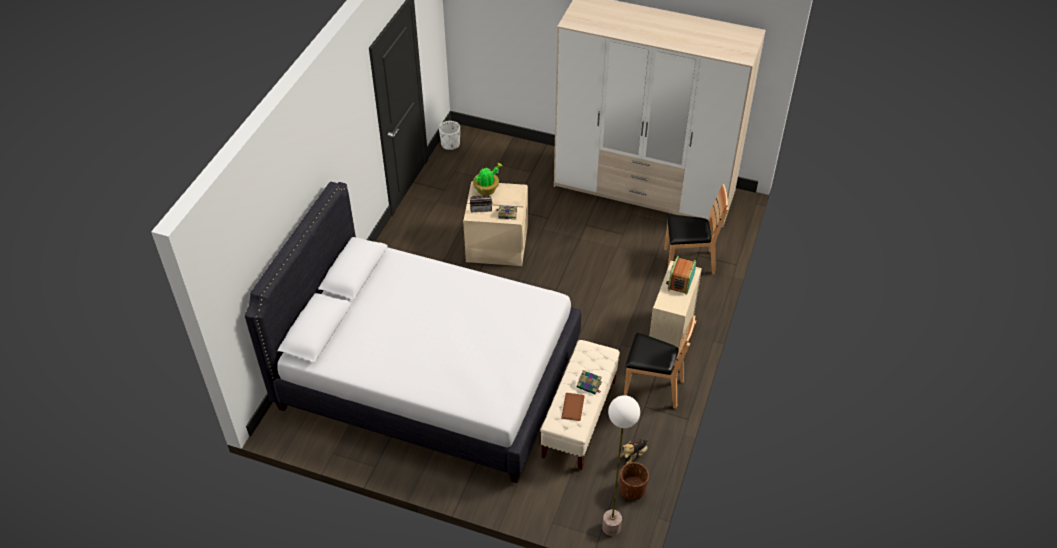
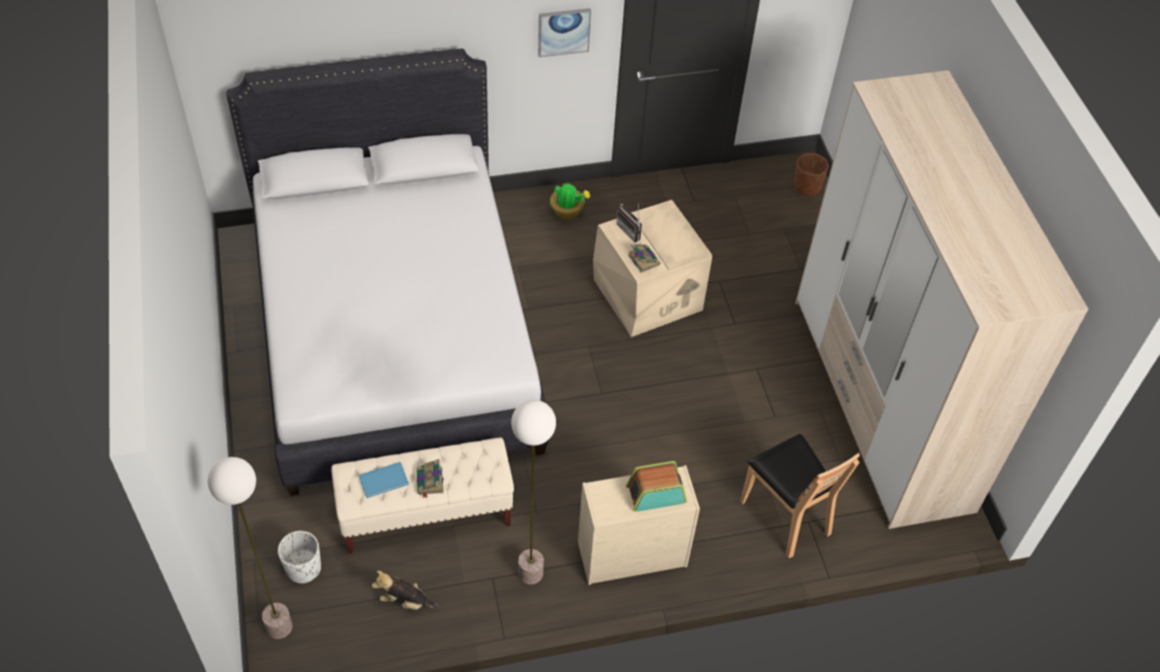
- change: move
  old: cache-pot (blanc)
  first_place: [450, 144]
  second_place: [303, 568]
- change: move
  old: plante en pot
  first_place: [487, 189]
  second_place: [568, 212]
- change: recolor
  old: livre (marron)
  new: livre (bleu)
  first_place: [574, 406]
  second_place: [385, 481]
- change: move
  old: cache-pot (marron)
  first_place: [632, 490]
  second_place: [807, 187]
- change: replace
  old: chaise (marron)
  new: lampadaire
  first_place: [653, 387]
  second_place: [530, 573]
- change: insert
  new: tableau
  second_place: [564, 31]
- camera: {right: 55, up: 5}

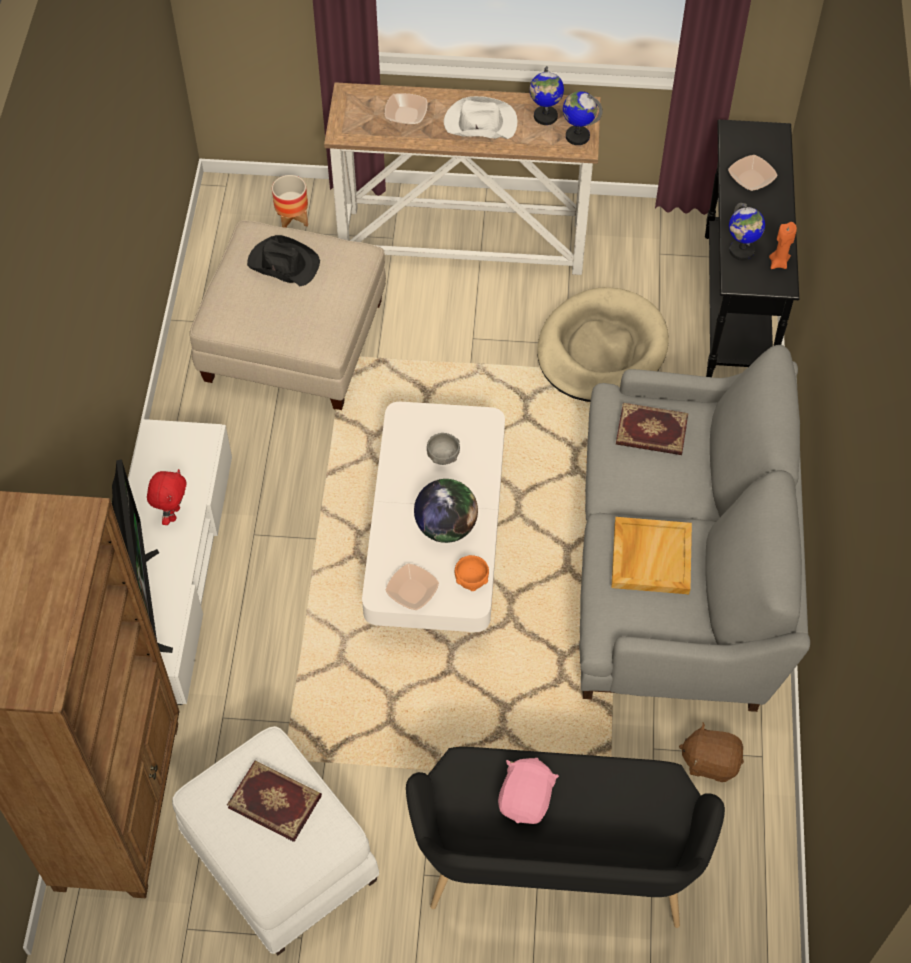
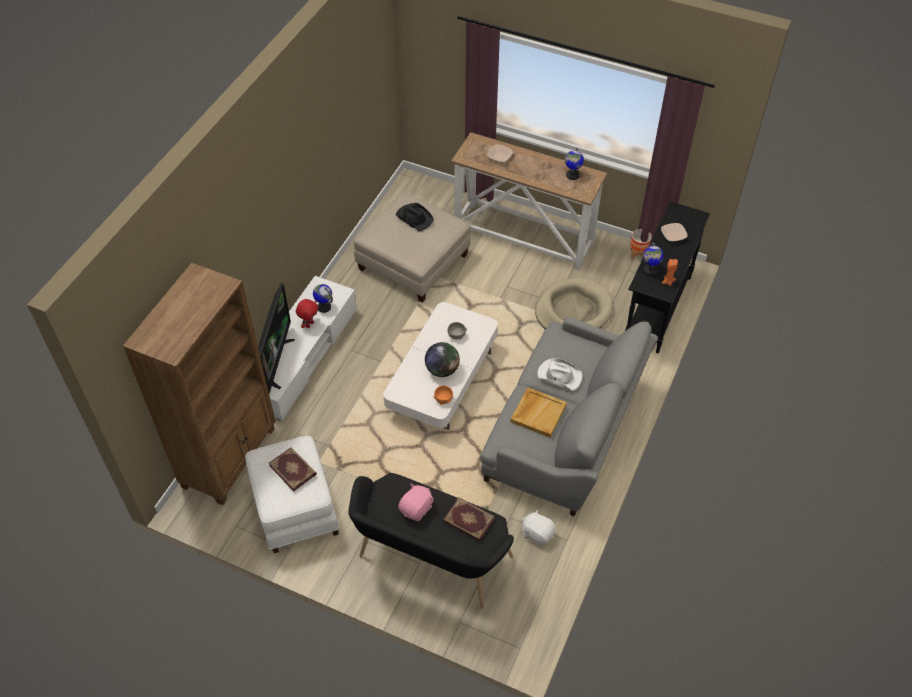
- change: move
  old: cache-pot
  first_place: [293, 219]
  second_place: [638, 254]
- change: delete
  old: bol
  first_place: [412, 591]
- change: move
  old: chapeau (blanc)
  first_place: [479, 123]
  second_place: [559, 375]
- change: move
  old: globe
  first_place: [577, 136]
  second_place: [324, 307]
- change: move
  old: livre
  first_place: [651, 432]
  second_place: [468, 521]
- change: recolor
  old: peluche (marron)
  new: peluche (blanc)
  first_place: [710, 761]
  second_place: [537, 533]
- camera: {right: 20, up: -5}

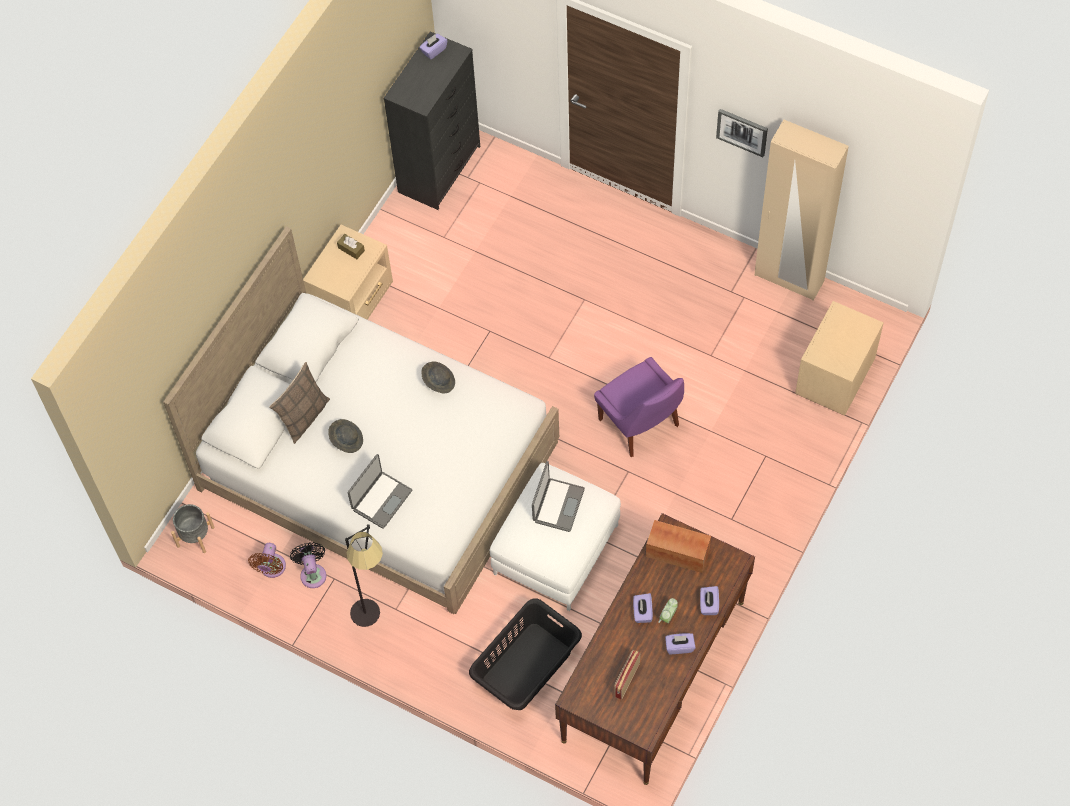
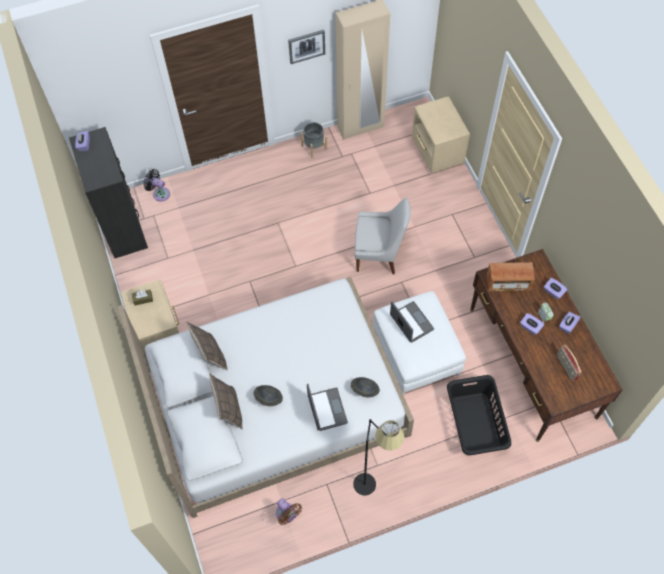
- change: move
  old: cache-pot (gris)
  first_place: [195, 537]
  second_place: [314, 147]
- change: move
  old: ventilateur (noir)
  first_place: [313, 573]
  second_place: [159, 193]
- change: move
  old: chapeau (gris)
  first_place: [438, 381]
  second_place: [364, 389]
- change: recolor
  old: chaise (violet)
  new: chaise (blanc)
  first_place: [640, 425]
  second_place: [379, 255]
- change: rotate
  old: radio
  first_place: [677, 553]
  second_place: [508, 282]
  degrees: -150
- change: insert
  new: coussin
  second_place: [210, 355]
- camera: {right: -50, up: 0}

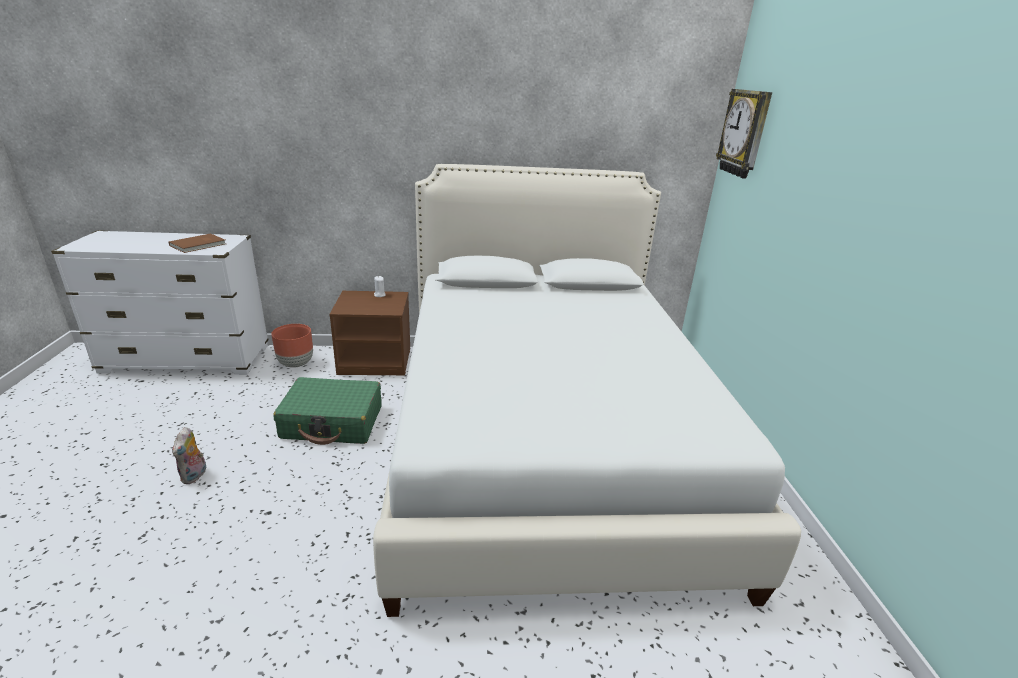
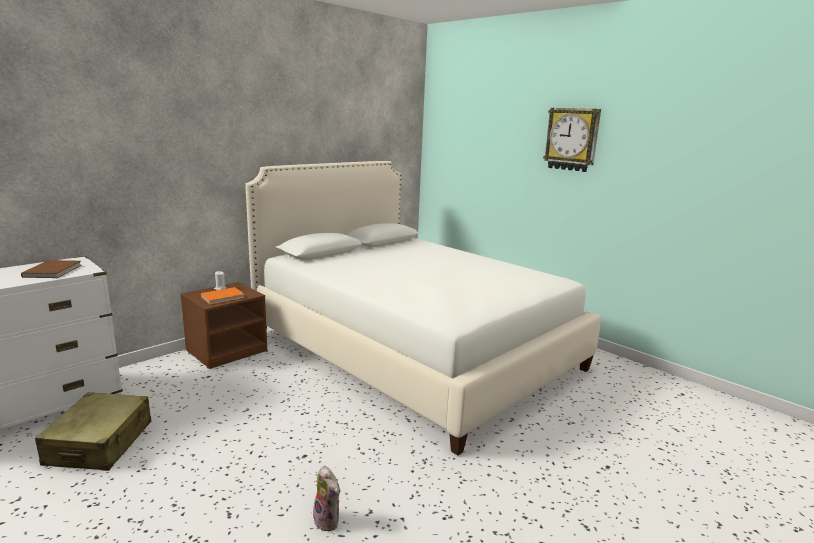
- change: move
  old: peluche
  first_place: [195, 476]
  second_place: [328, 520]
- change: delete
  old: cache-pot (marron)
  first_place: [296, 364]
- change: delete
  old: valise (vert)
  first_place: [333, 422]
- change: move
  old: horloge murale
  first_place: [744, 133]
  second_place: [572, 139]
- change: insert
  new: valise (beige)
  second_place: [100, 443]
- change: insert
  new: livre (orange)
  second_place: [223, 297]
- camera: {right: -40, up: -10}

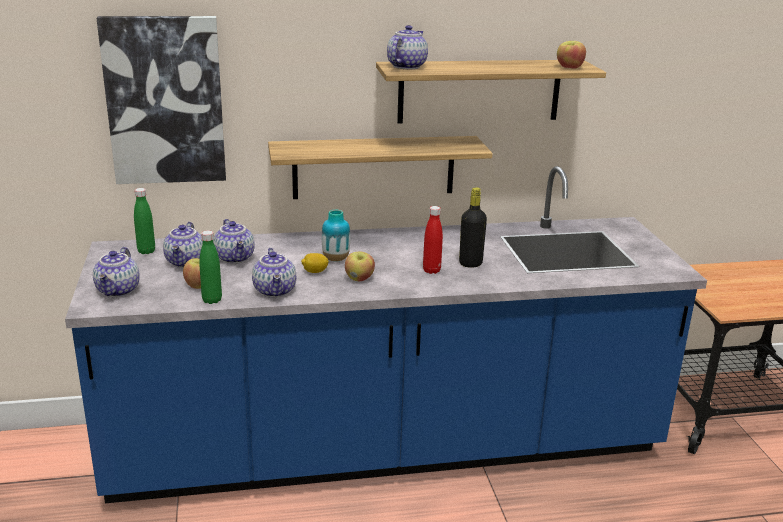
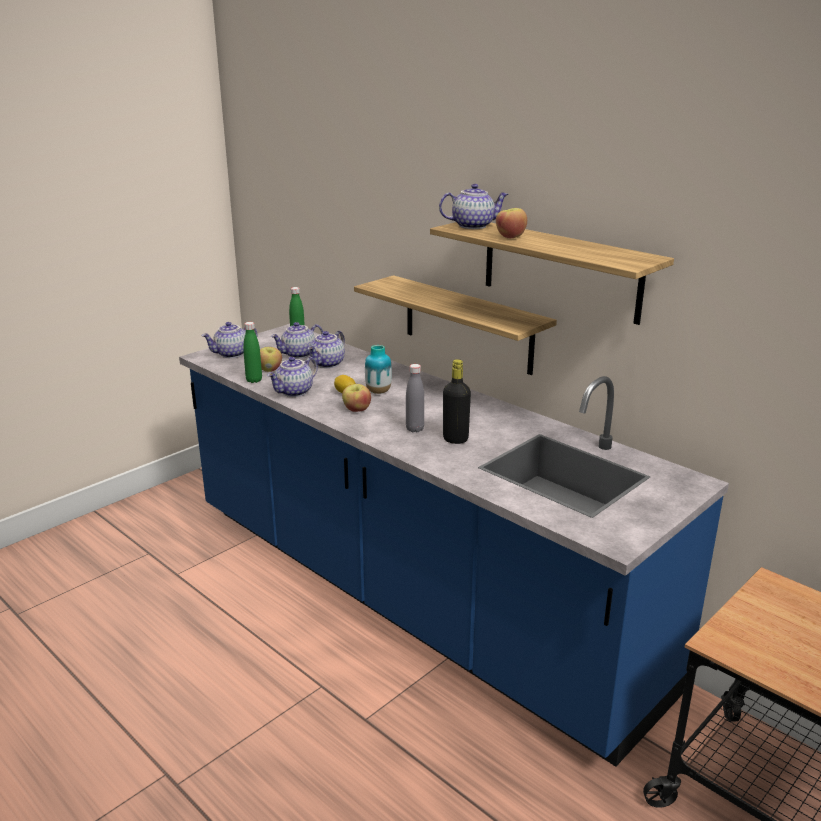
- change: delete
  old: tableau
  first_place: [165, 100]
- change: recolor
  old: bouteille (rouge)
  new: bouteille (gris)
  first_place: [431, 270]
  second_place: [415, 429]
- change: move
  old: pomme
  first_place: [569, 67]
  second_place: [510, 237]
- camera: {right: 55, up: 0}

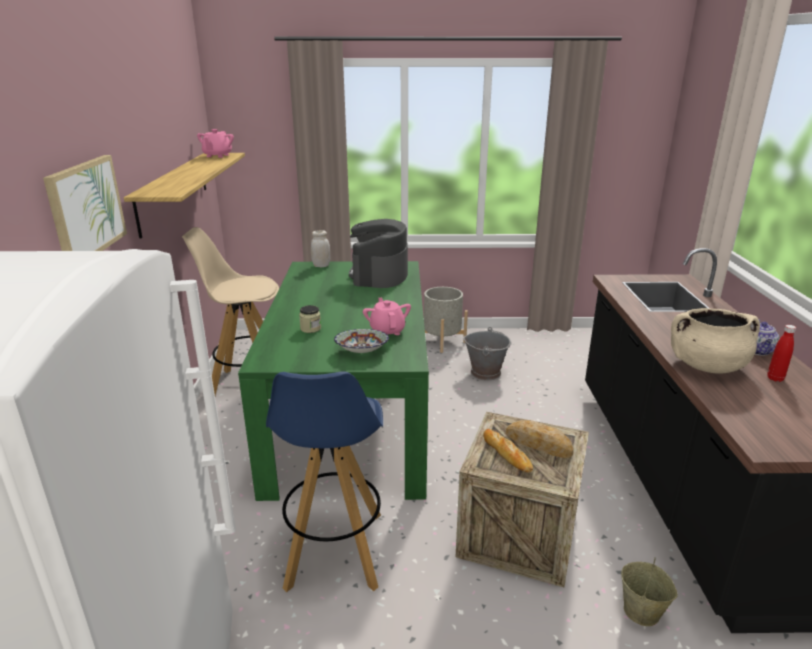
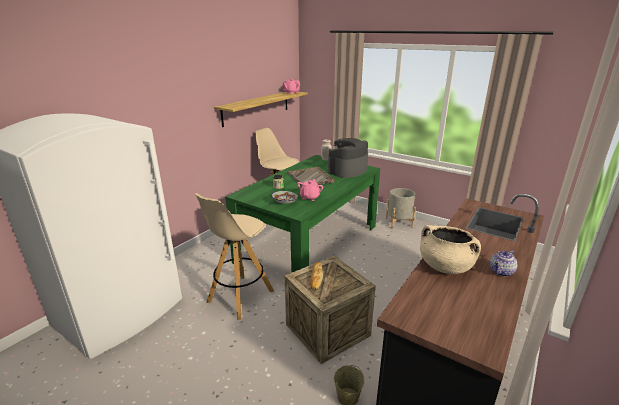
- change: delete
  old: tableau
  first_place: [86, 209]
- change: recolor
  old: tabouret (bleu)
  new: tabouret (beige)
  first_place: [334, 551]
  second_place: [240, 296]
- change: delete
  old: seau (gris)
  first_place: [486, 372]
- change: delete
  old: pain
  first_place: [538, 443]
- change: delete
  old: bouteille (rouge)
  first_place: [775, 378]
- change: insert
  new: plateau (gris)
  second_place: [310, 178]
- camera: {right: 35, up: 0}

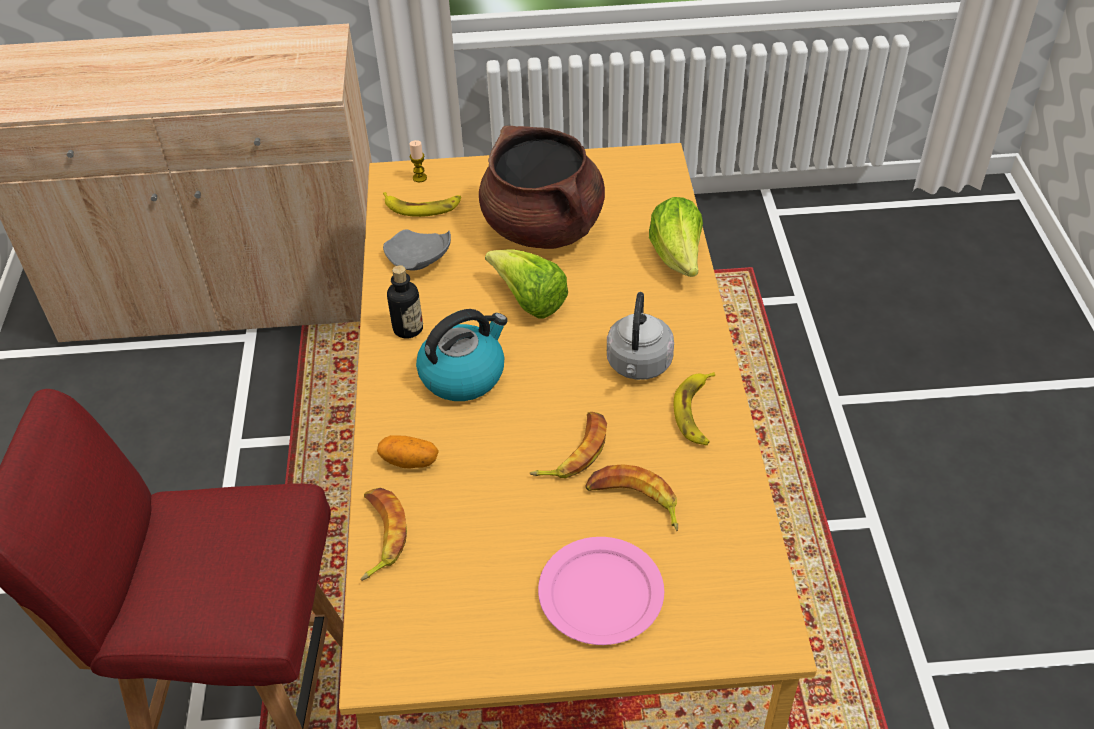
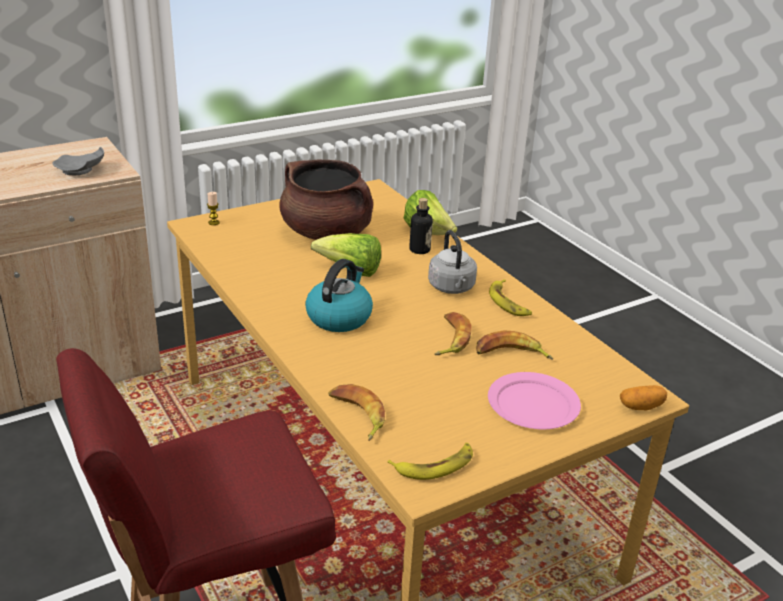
- change: move
  old: pomme de terre
  first_place: [409, 461]
  second_place: [641, 407]
- change: move
  old: banane
  first_place: [422, 207]
  second_place: [435, 465]
- change: move
  old: assiette (gris)
  first_place: [418, 260]
  second_place: [81, 171]
- change: move
  old: bouteille
  first_place: [408, 329]
  second_place: [419, 250]
- camera: {right: -30, up: -15}

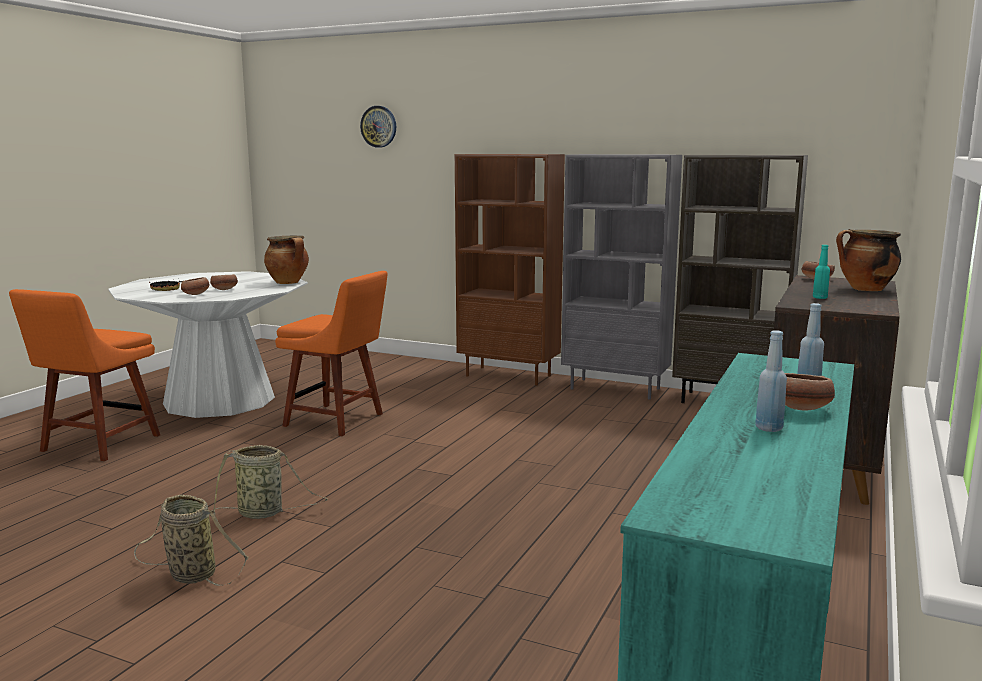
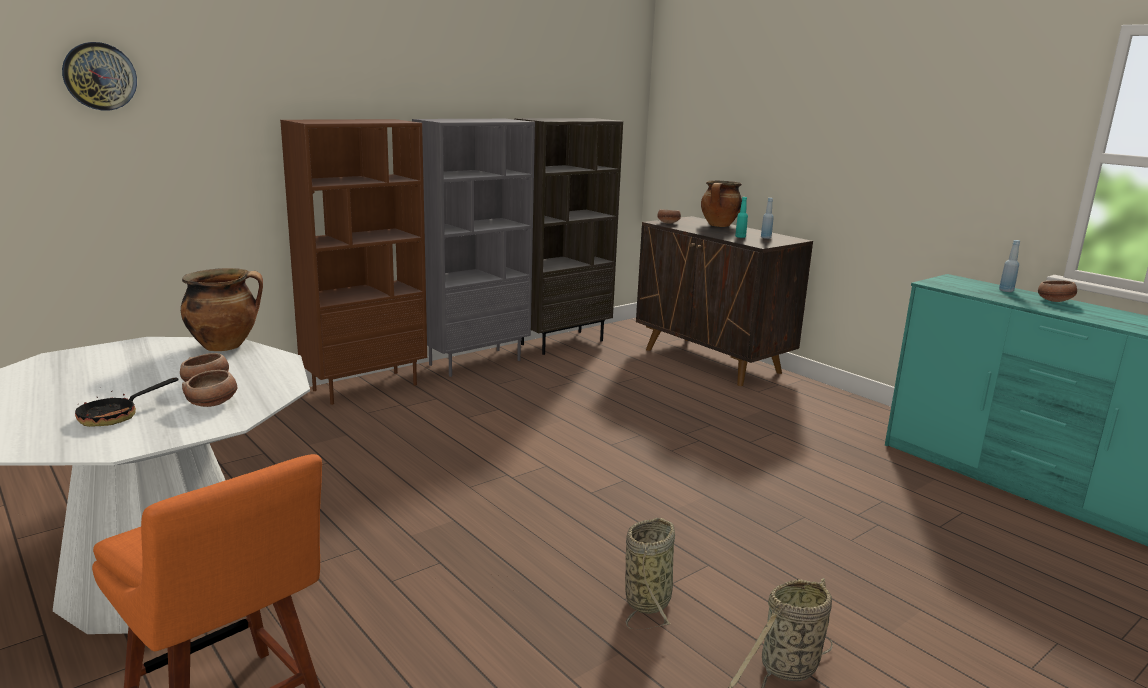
- change: delete
  old: chaise (orange)
  first_place: [338, 420]
- change: move
  old: bouteille (bleu)
  first_place: [768, 428]
  second_place: [765, 237]
- camera: {right: -65, up: 5}

